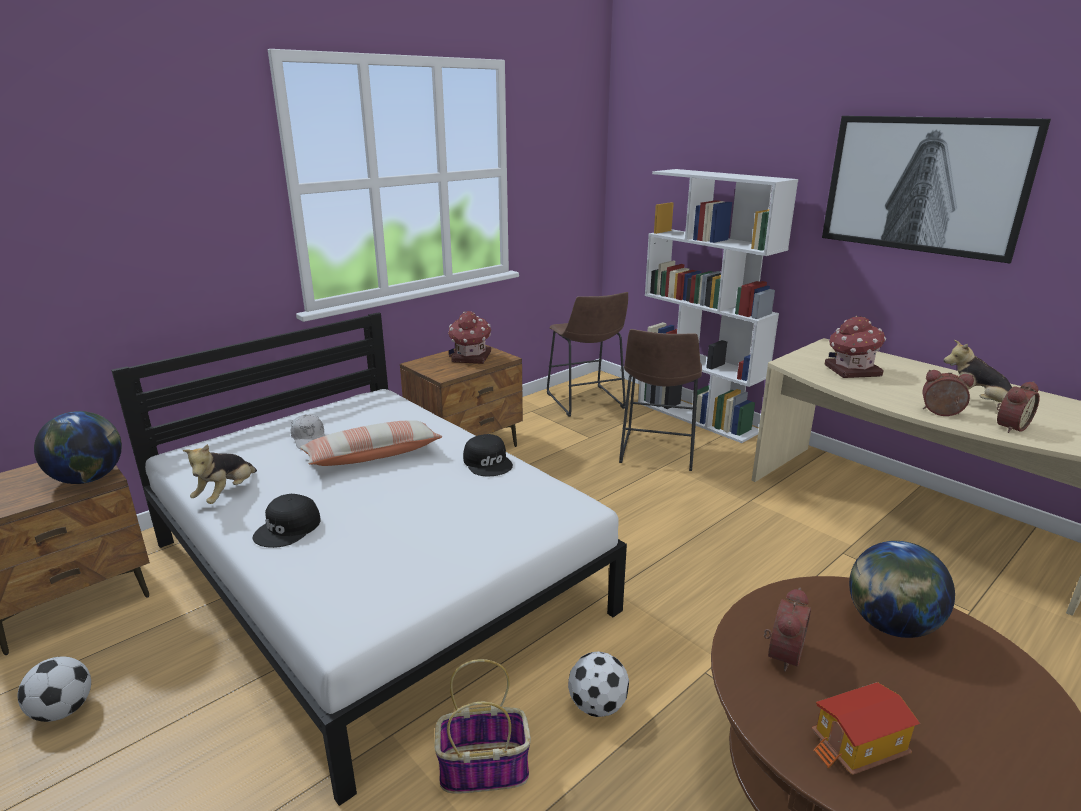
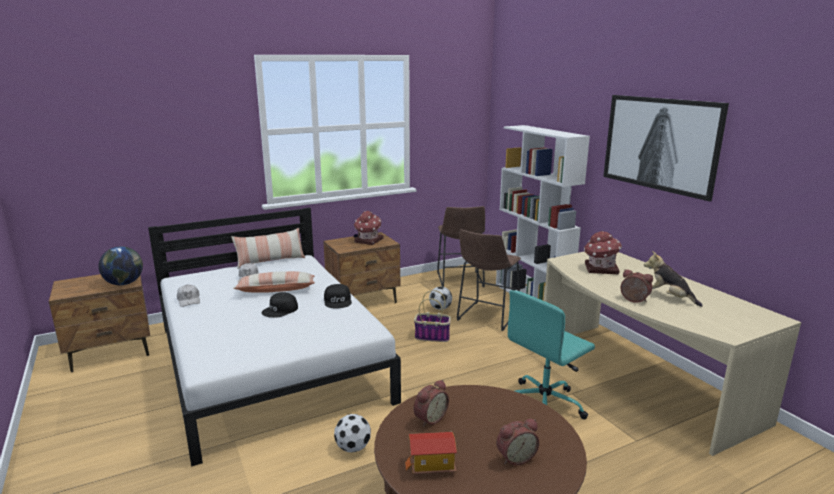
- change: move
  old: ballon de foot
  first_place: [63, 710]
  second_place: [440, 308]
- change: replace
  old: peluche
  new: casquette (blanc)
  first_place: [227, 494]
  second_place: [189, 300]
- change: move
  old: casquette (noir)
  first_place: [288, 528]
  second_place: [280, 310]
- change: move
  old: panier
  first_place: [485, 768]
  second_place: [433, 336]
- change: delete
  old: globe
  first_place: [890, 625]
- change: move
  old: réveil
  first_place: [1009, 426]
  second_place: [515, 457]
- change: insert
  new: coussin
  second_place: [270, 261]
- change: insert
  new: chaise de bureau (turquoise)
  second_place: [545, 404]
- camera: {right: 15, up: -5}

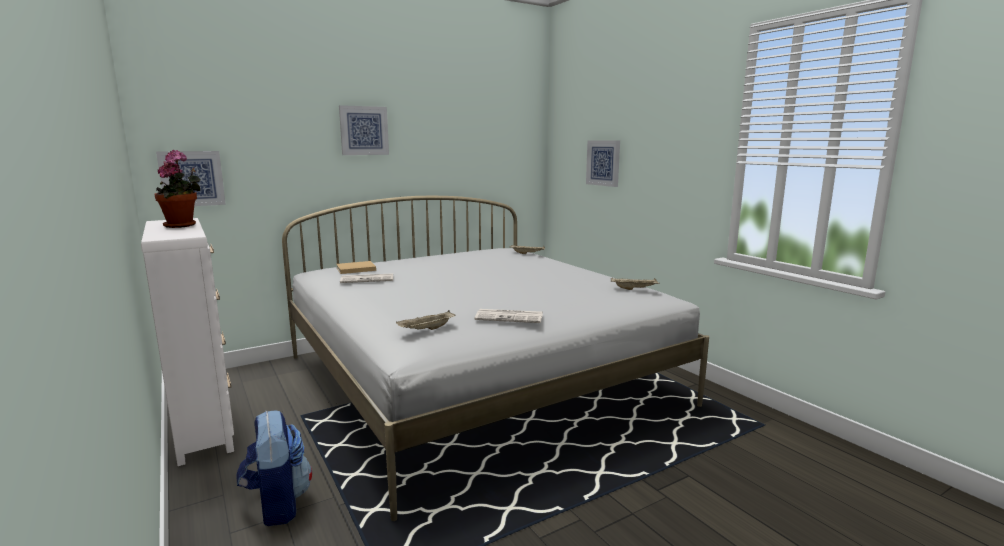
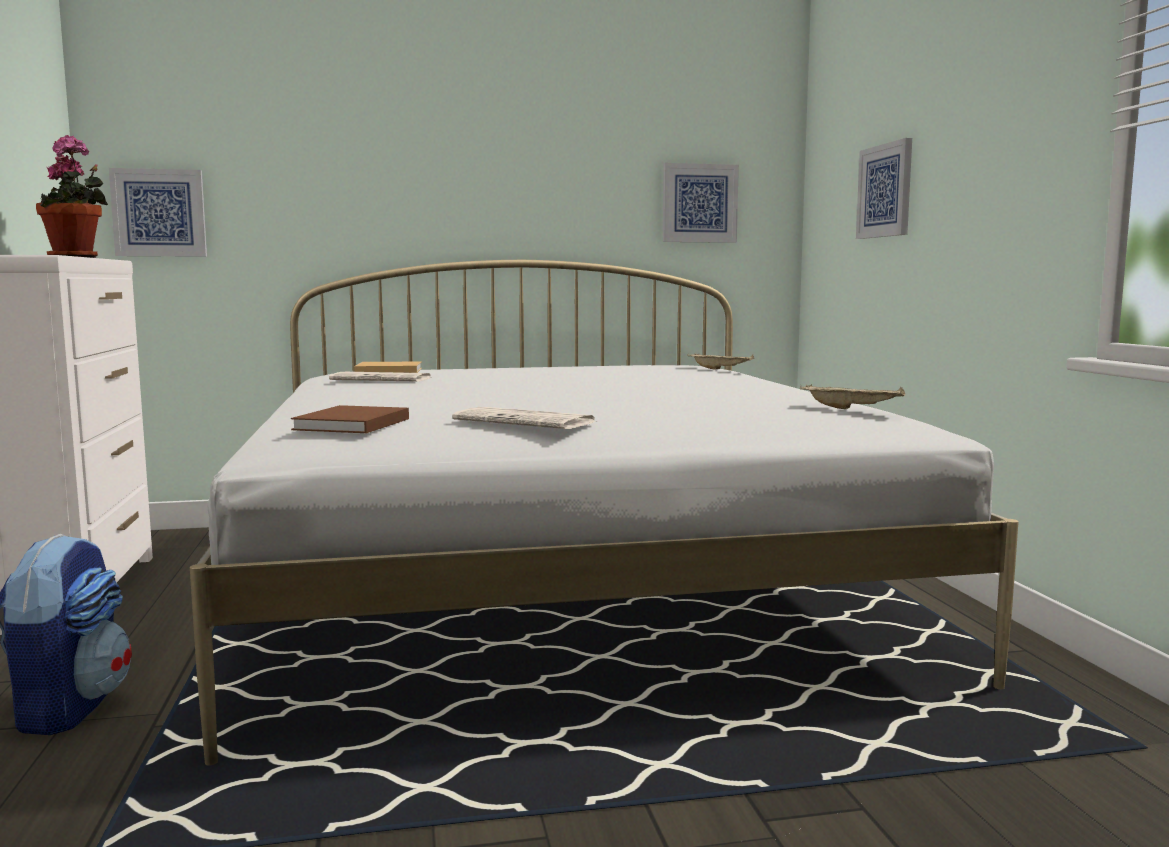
- change: move
  old: tableau
  first_place: [364, 130]
  second_place: [699, 203]
- change: replace
  old: plateau (beige)
  new: livre (marron)
  first_place: [426, 330]
  second_place: [350, 424]
- camera: {right: 20, up: -5}

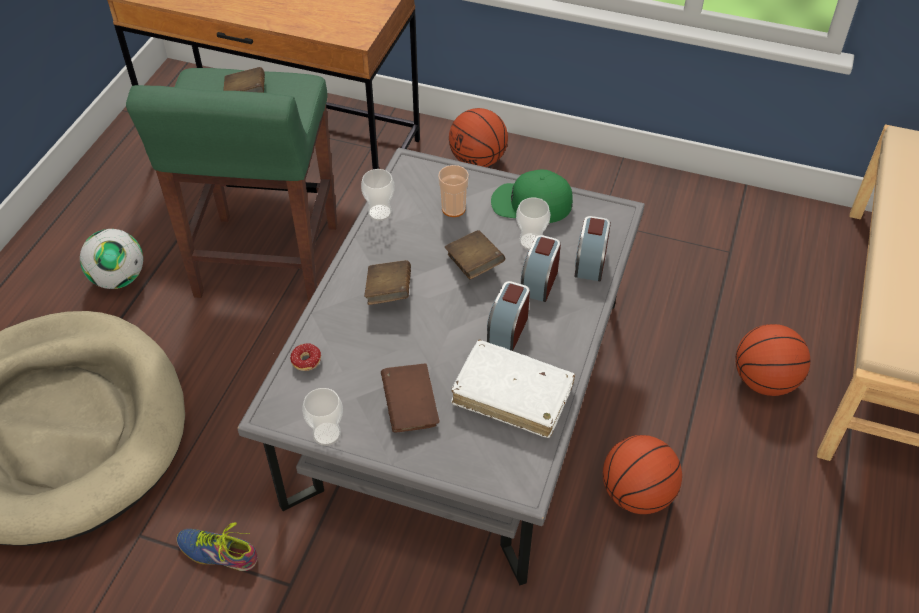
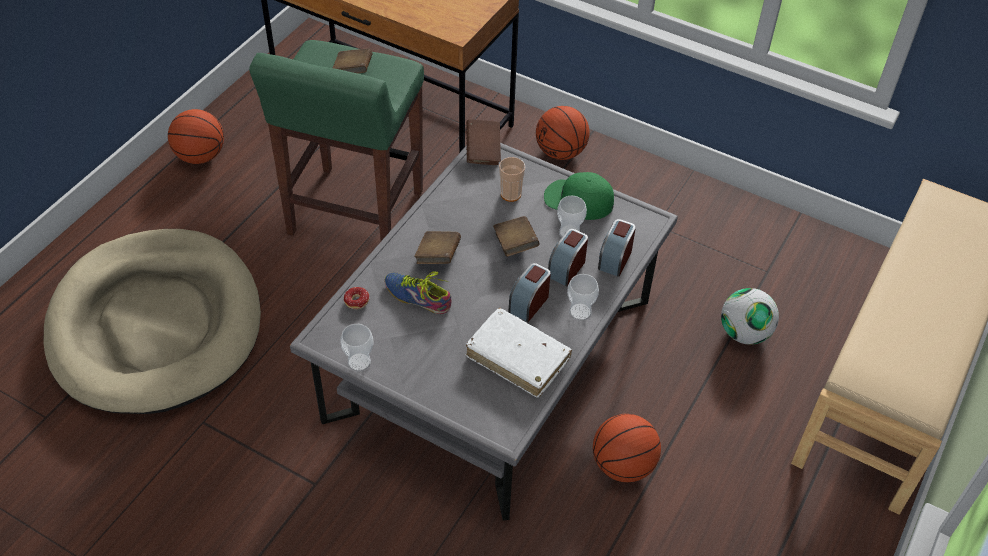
- change: move
  old: ballon de foot
  first_place: [119, 279]
  second_place: [744, 333]
- change: move
  old: chaussure
  first_place: [219, 550]
  second_place: [418, 295]
- change: move
  old: tasse
  first_place: [380, 212]
  second_place: [580, 312]
- change: move
  old: livre (marron)
  first_place: [410, 408]
  second_place: [483, 151]
- change: move
  old: ballon de basket
  first_place: [764, 381]
  second_place: [200, 156]
- camera: {right: 10, up: 0}

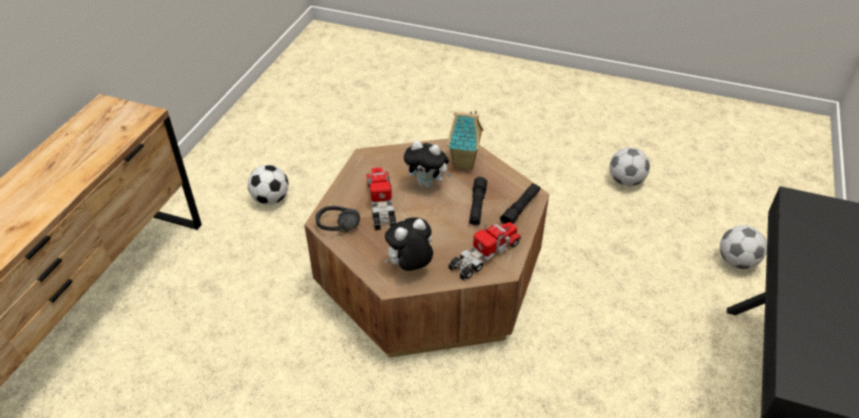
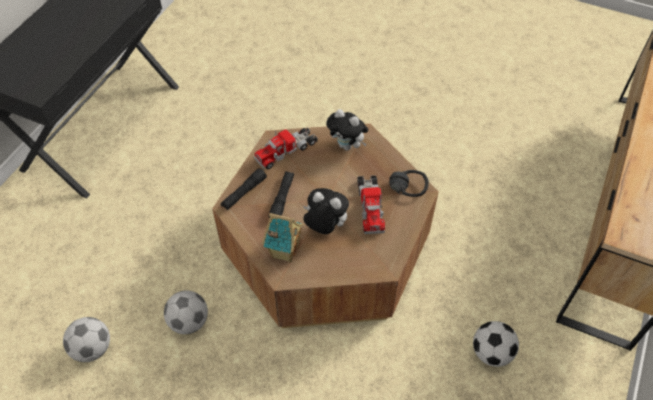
- change: rotate
  old: peluche
  first_place: [410, 267]
  second_place: [347, 146]
  degrees: 60
- change: move
  old: ballon de foot
  first_place: [736, 261]
  second_place: [189, 322]
- camera: {right: -175, up: 10}

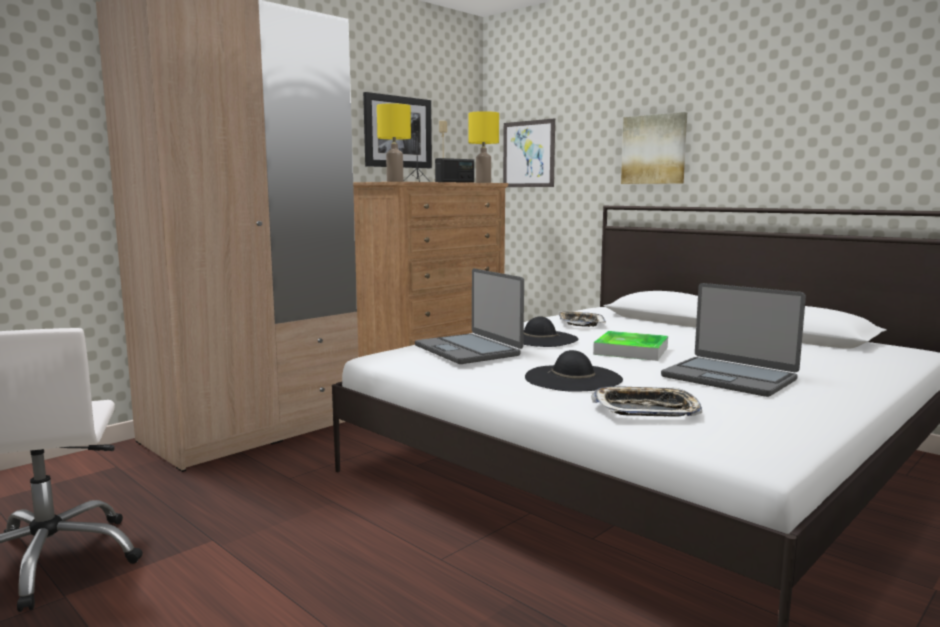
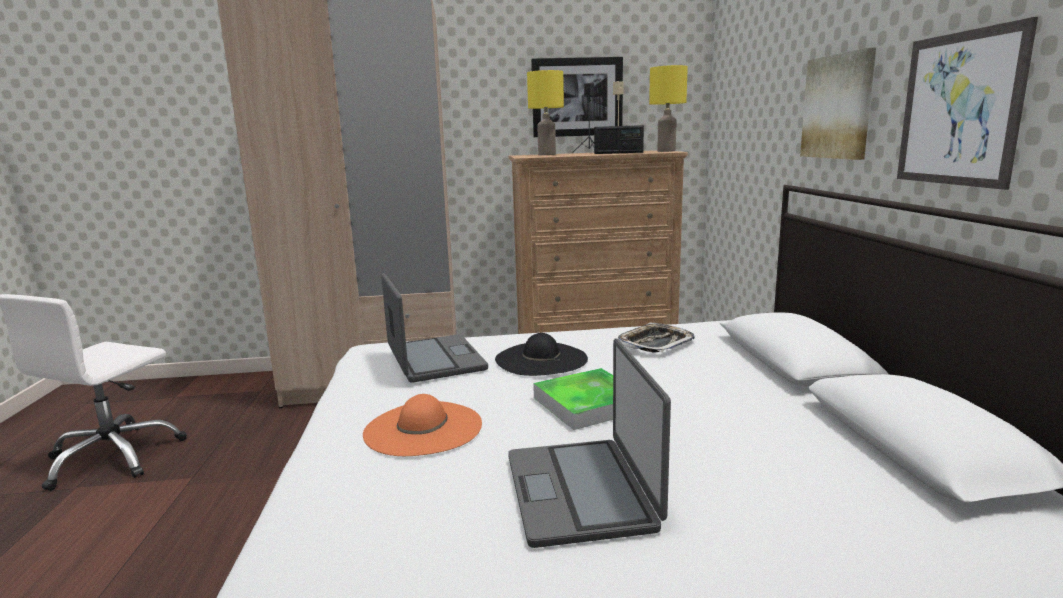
- change: rotate
  old: ordinateur portable
  first_place: [468, 350]
  second_place: [434, 360]
  degrees: 150
- change: move
  old: tableau
  first_place: [528, 154]
  second_place: [959, 109]
- change: recolor
  old: chapeau (noir)
  new: chapeau (orange)
  first_place: [573, 378]
  second_place: [423, 428]
- change: delete
  old: plateau
  first_place: [646, 409]
- camera: {right: 40, up: 5}

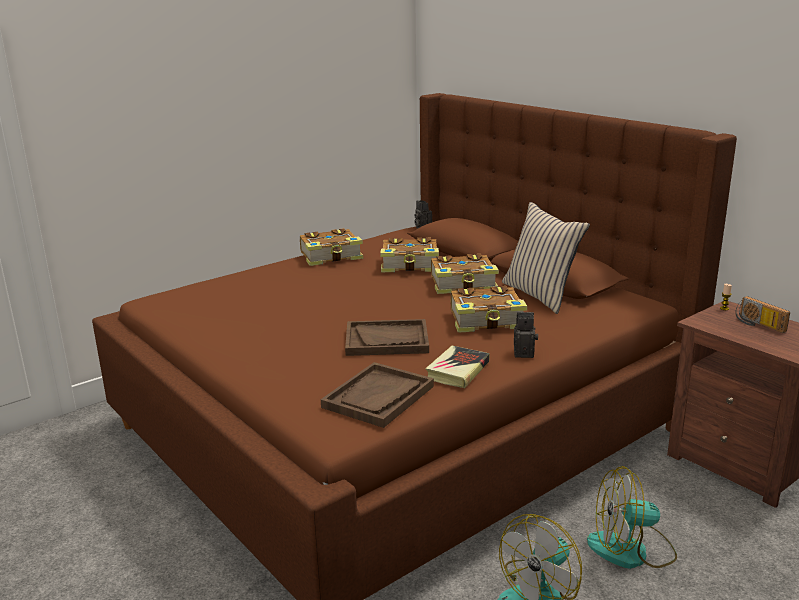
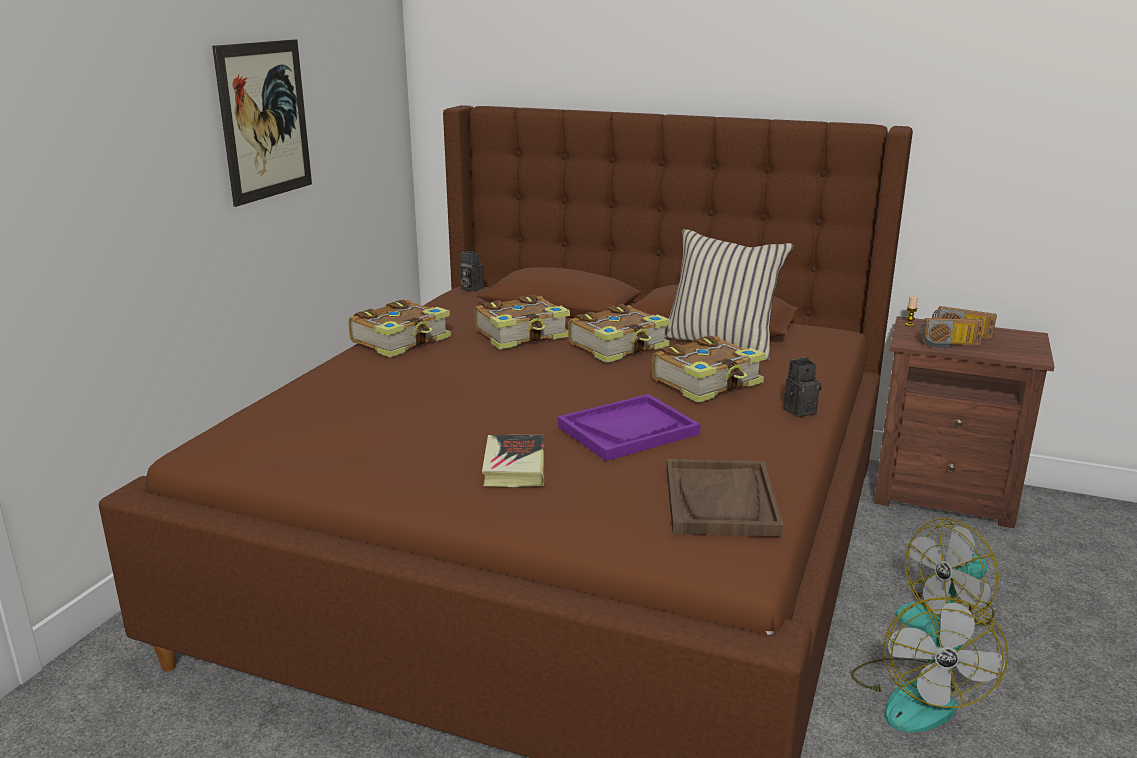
- change: recolor
  old: plateau (marron)
  new: plateau (violet)
  first_place: [387, 340]
  second_place: [628, 430]
- change: move
  old: livre
  first_place: [457, 371]
  second_place: [514, 466]
- change: insert
  new: tableau
  second_place: [265, 120]
- change: insert
  new: radio
  second_place: [949, 345]
- camera: {right: -30, up: 0}

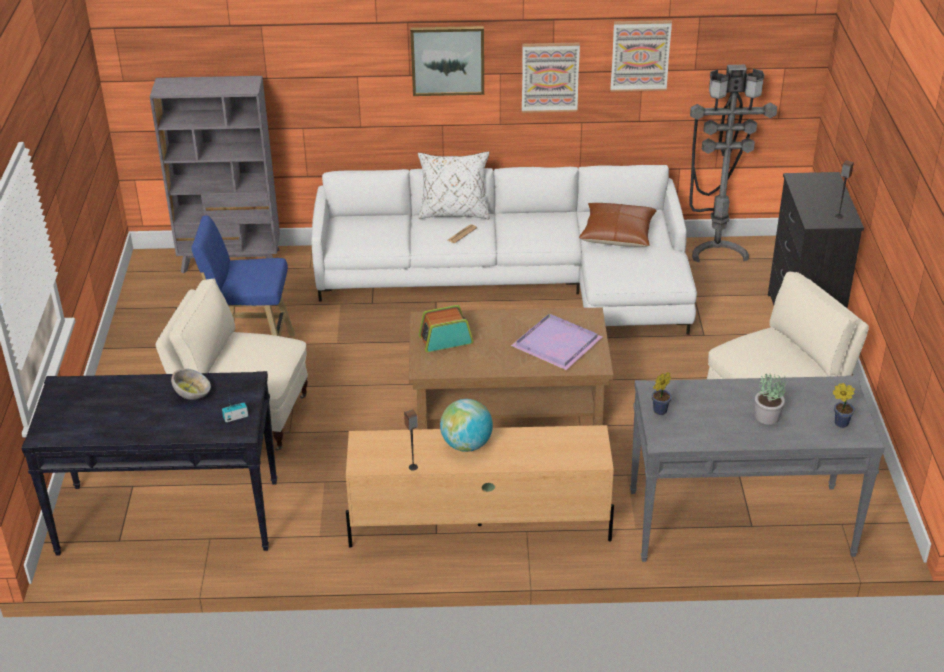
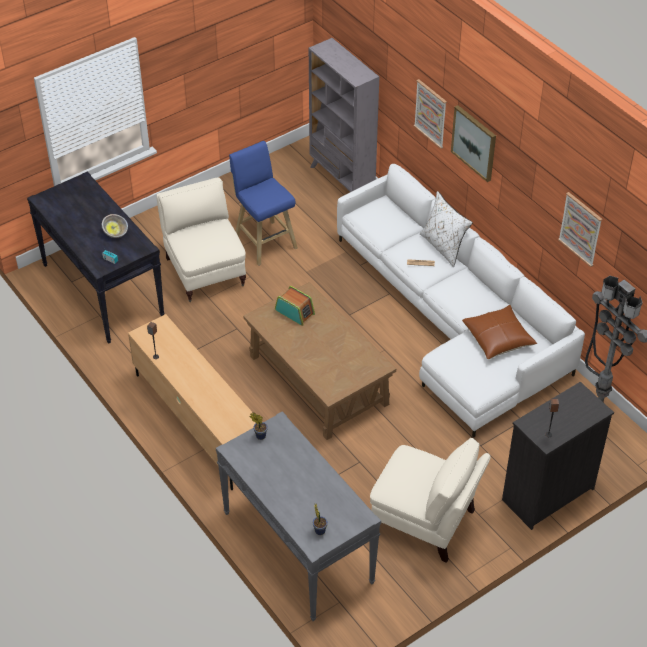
- change: delete
  old: globe
  first_place: [466, 444]
- change: delete
  old: plateau (violet)
  first_place: [556, 342]
- change: move
  old: tableau
  first_place: [550, 77]
  second_place: [431, 113]
- change: delete
  old: plante en pot
  first_place: [767, 417]
- camera: {right: 55, up: 10}

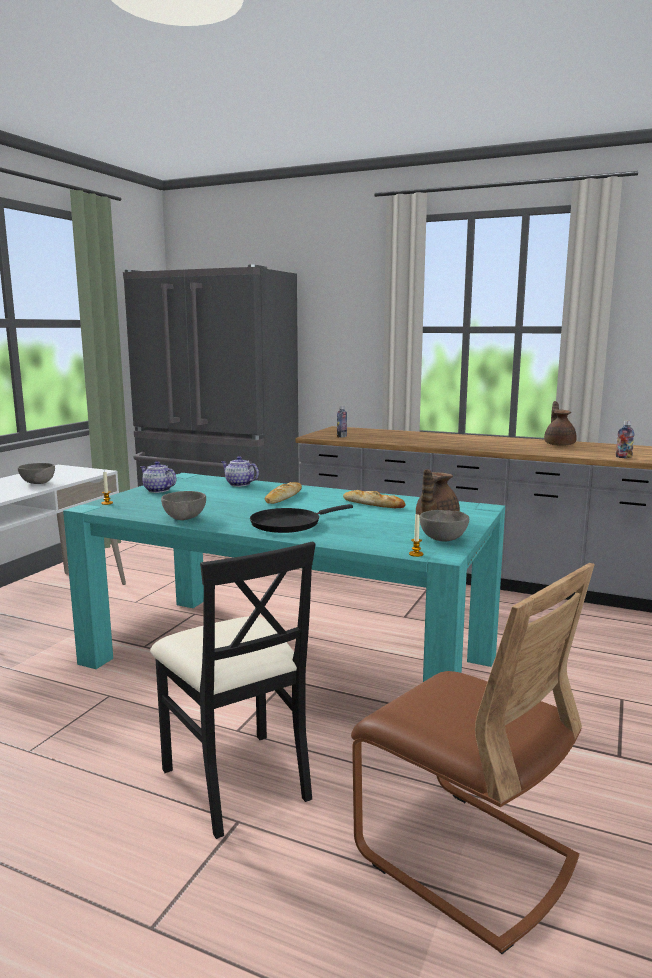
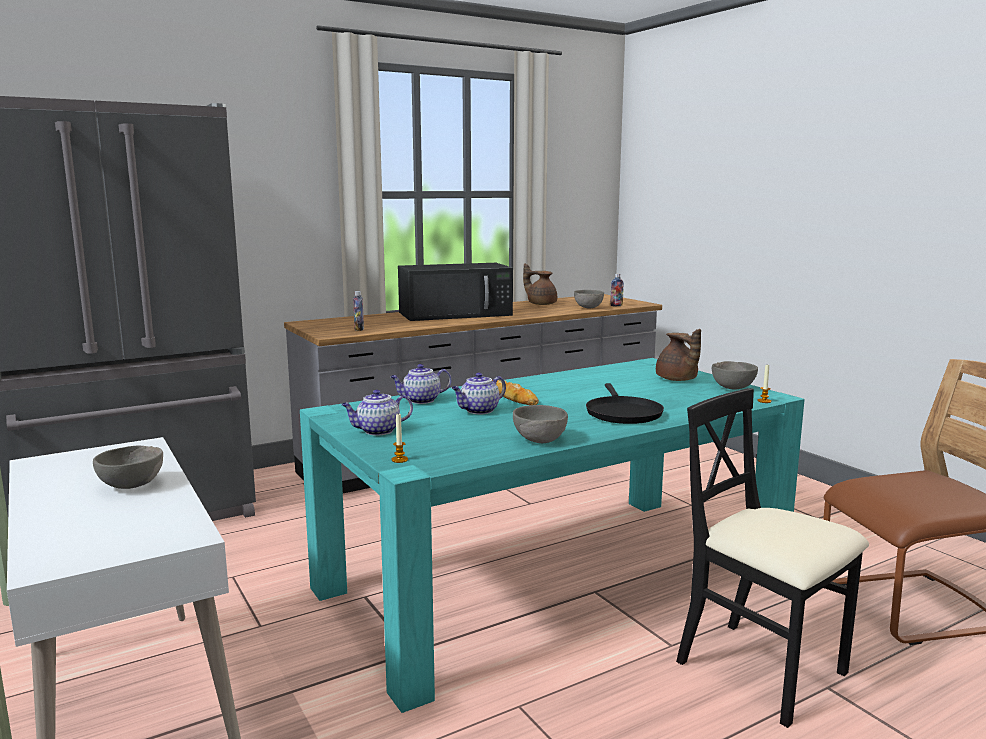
- change: rotate
  old: chaise (noir)
  first_place: [237, 780]
  second_place: [762, 670]
  degrees: -135
- change: delete
  old: pain
  first_place: [373, 504]
- change: insert
  new: micro-ondes (noir)
  second_place: [456, 313]
- change: insert
  new: théière
  second_place: [479, 411]
- change: insert
  new: bol (gris)
  second_place: [588, 308]
- camera: {right: -55, up: 0}

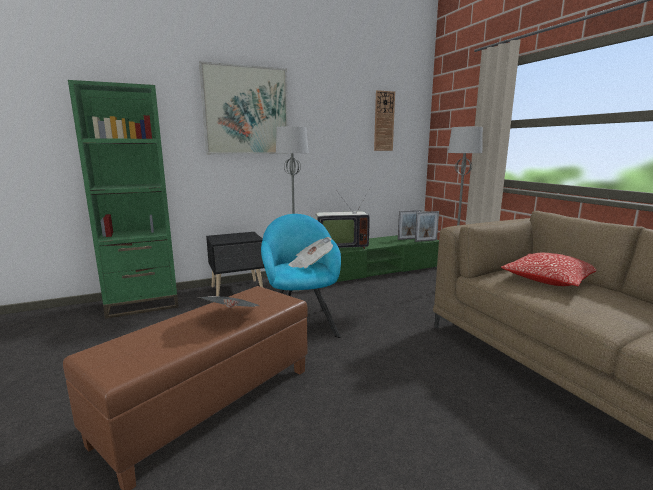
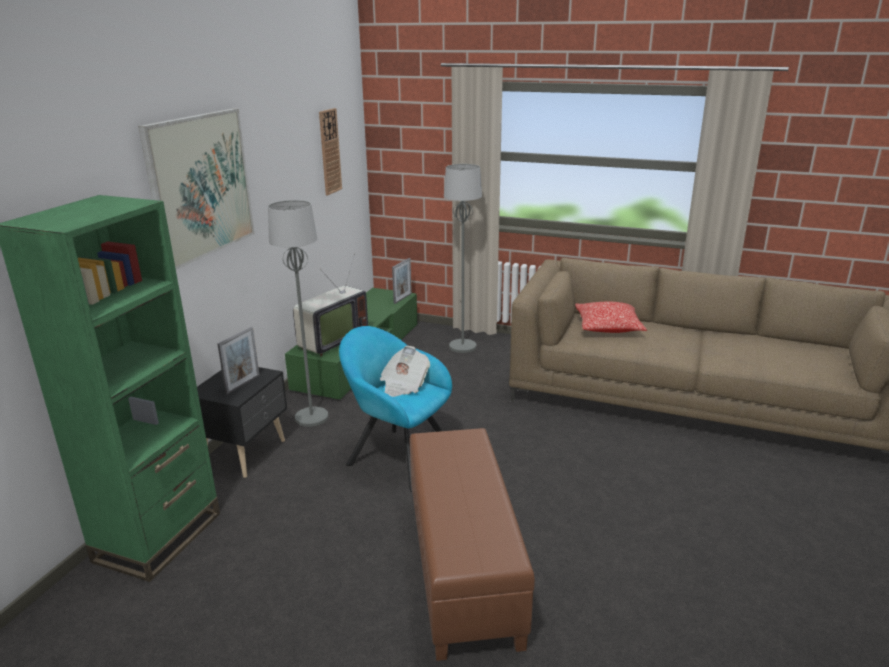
- change: delete
  old: journal
  first_place: [233, 317]
- change: move
  old: cadre photo
  first_place: [408, 239]
  second_place: [243, 384]
- camera: {right: -45, up: 10}

